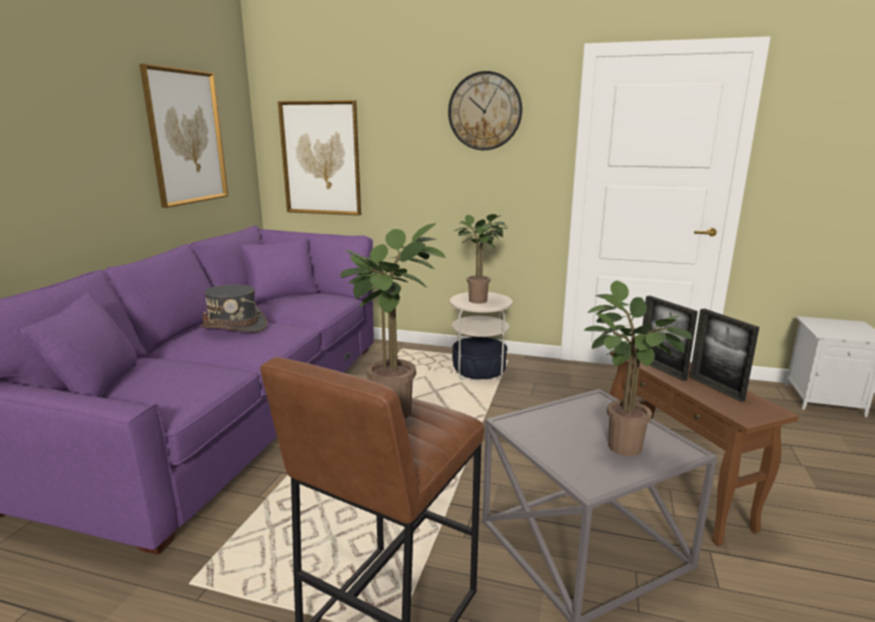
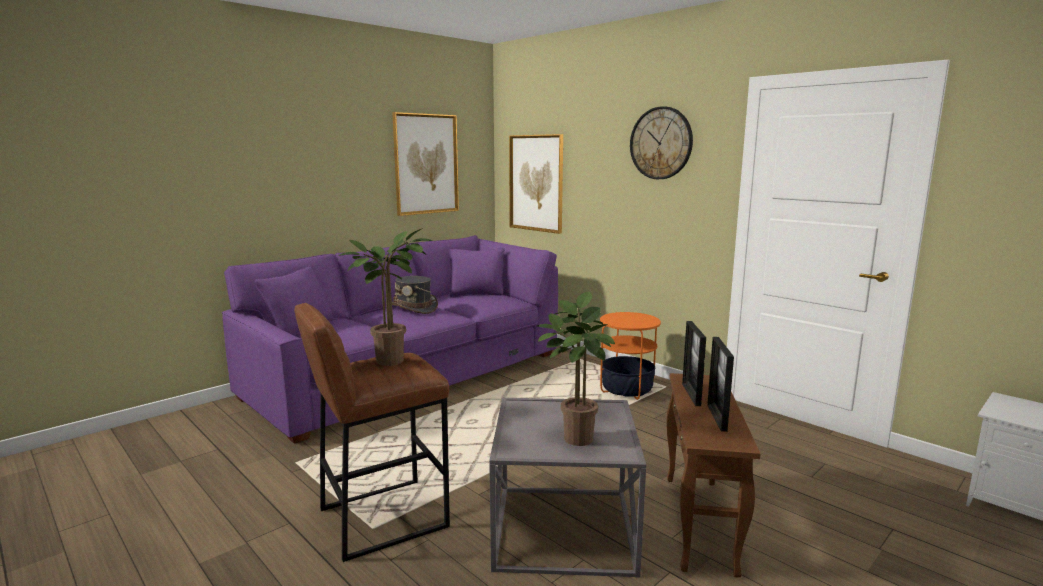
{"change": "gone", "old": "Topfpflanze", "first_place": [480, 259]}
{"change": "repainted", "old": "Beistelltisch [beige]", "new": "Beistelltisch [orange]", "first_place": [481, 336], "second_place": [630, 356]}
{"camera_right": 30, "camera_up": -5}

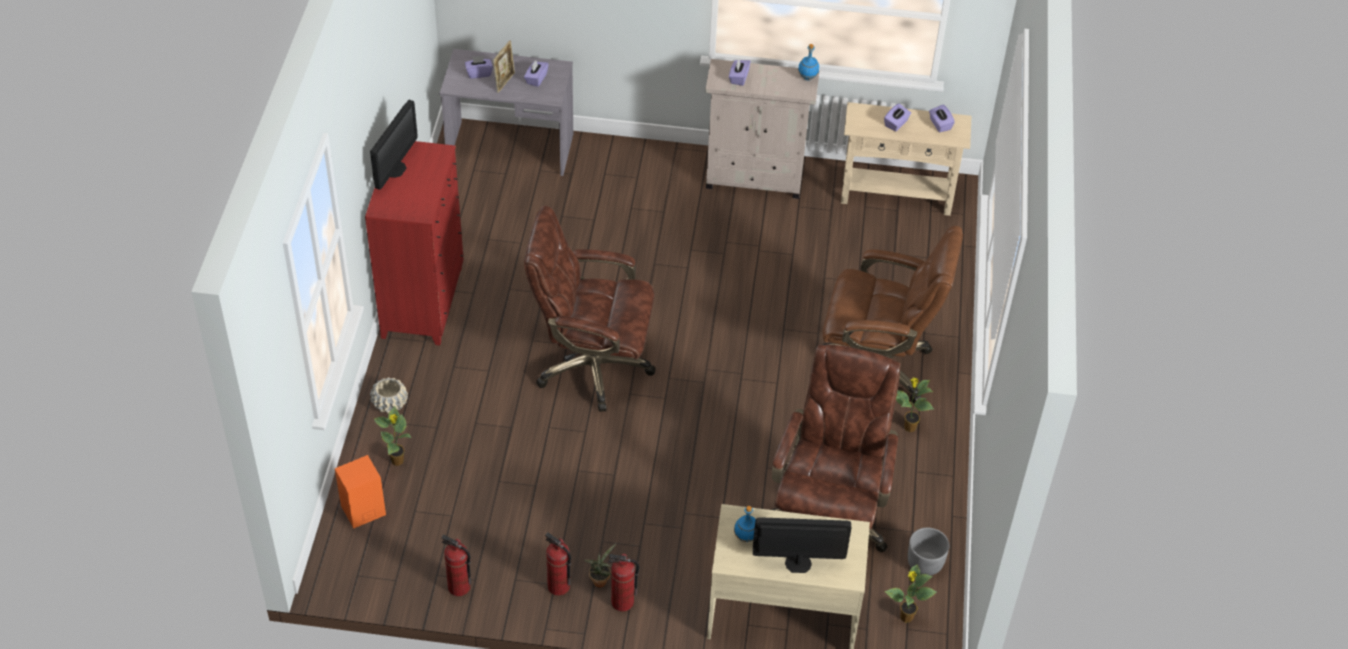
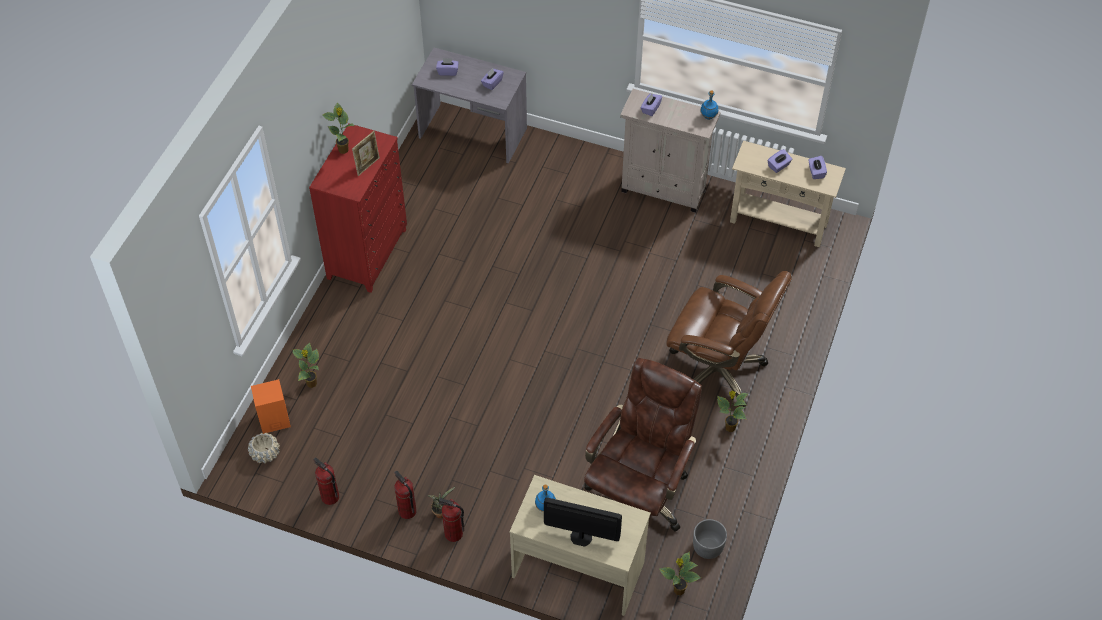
{"change": "shifted", "old": "Bilderrahmen", "first_place": [504, 66], "second_place": [366, 153]}
{"change": "swapped", "old": "Monitor", "new": "Topfpflanze", "first_place": [393, 145], "second_place": [338, 128]}
{"change": "gone", "old": "Bürostuhl [braun]", "first_place": [590, 309]}
{"change": "shifted", "old": "Pflanzkübel [beige]", "first_place": [389, 395], "second_place": [264, 448]}
{"camera_right": 15, "camera_up": 5}

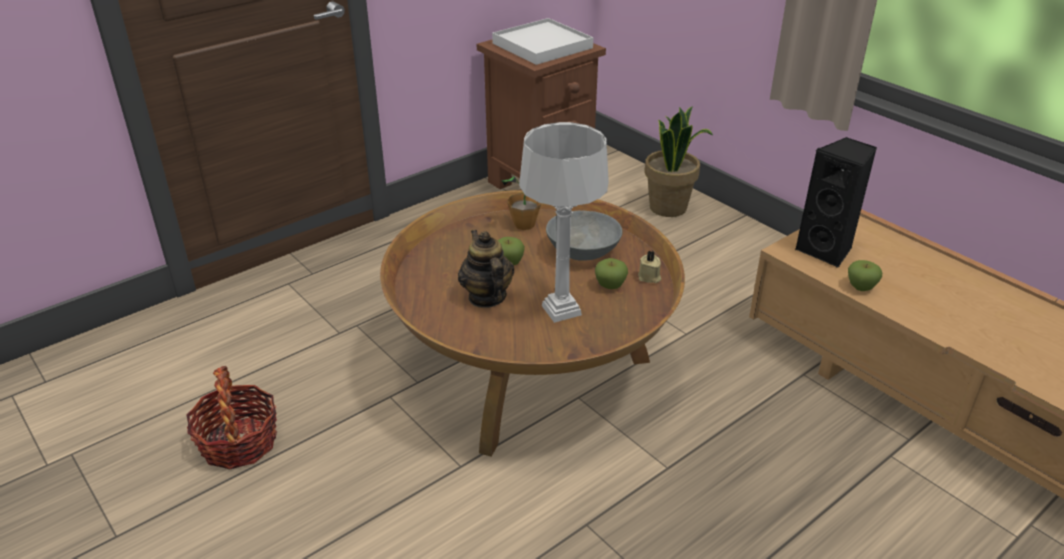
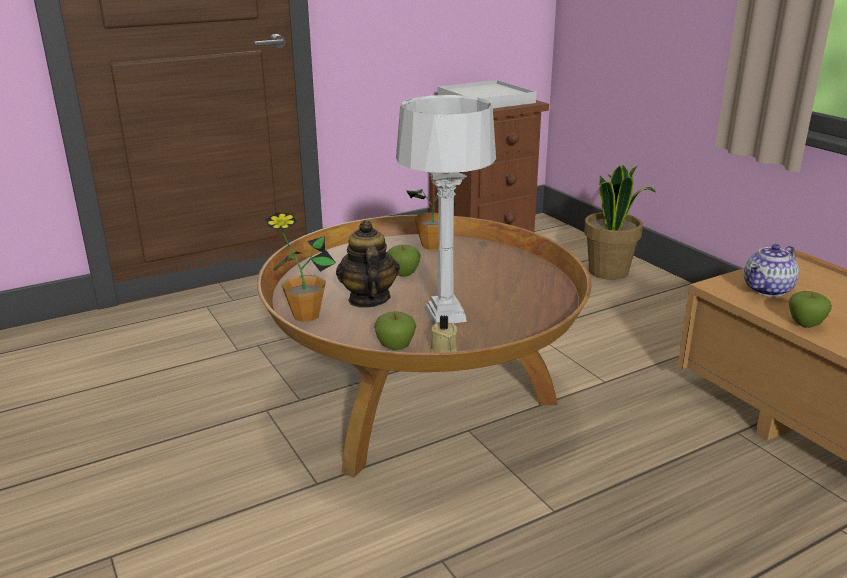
{"change": "swapped", "old": "Lautsprecher [schwarz]", "new": "Teekanne", "first_place": [836, 202], "second_place": [771, 270]}
{"change": "gone", "old": "Schüssel [grau]", "first_place": [584, 236]}
{"change": "shifted", "old": "Kerze [beige]", "first_place": [649, 267], "second_place": [444, 334]}
{"change": "shifted", "old": "Apfel", "first_place": [611, 273], "second_place": [395, 330]}
{"change": "gone", "old": "Korb", "first_place": [231, 418]}
{"change": "new", "new": "Topfpflanze", "second_place": [300, 267]}
{"camera_right": 10, "camera_up": -10}

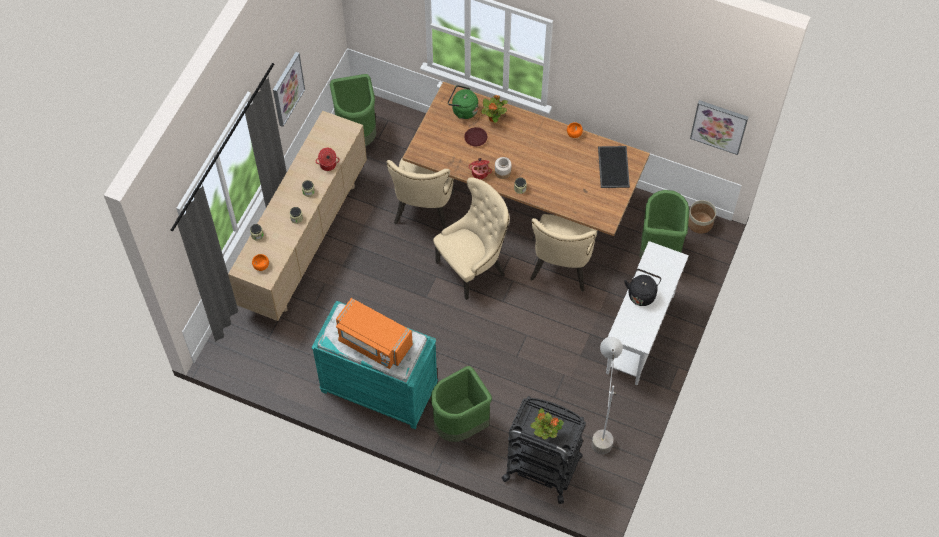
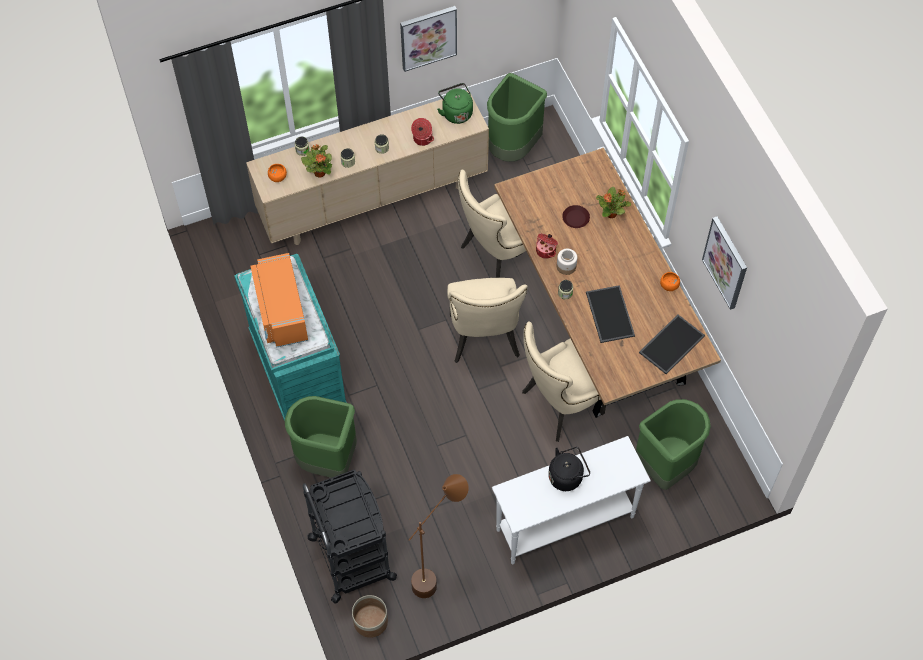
{"change": "shifted", "old": "Wasserkessel [grün]", "first_place": [463, 102], "second_place": [455, 103]}
{"change": "shifted", "old": "Bild", "first_place": [719, 127], "second_place": [724, 263]}
{"change": "rotated", "old": "Stuhl [beige]", "first_place": [471, 238], "second_place": [487, 320], "degrees": 75}
{"change": "shifted", "old": "Pflanzkübel", "first_place": [702, 217], "second_place": [370, 616]}
{"change": "repainted", "old": "Stehlampe [grau]", "new": "Stehlampe [braun]", "first_place": [607, 395], "second_place": [439, 536]}
{"change": "shifted", "old": "Topfpflanze", "first_place": [547, 424], "second_place": [316, 161]}
{"change": "new", "new": "Tablett", "second_place": [610, 314]}
{"camera_right": 45, "camera_up": 0}

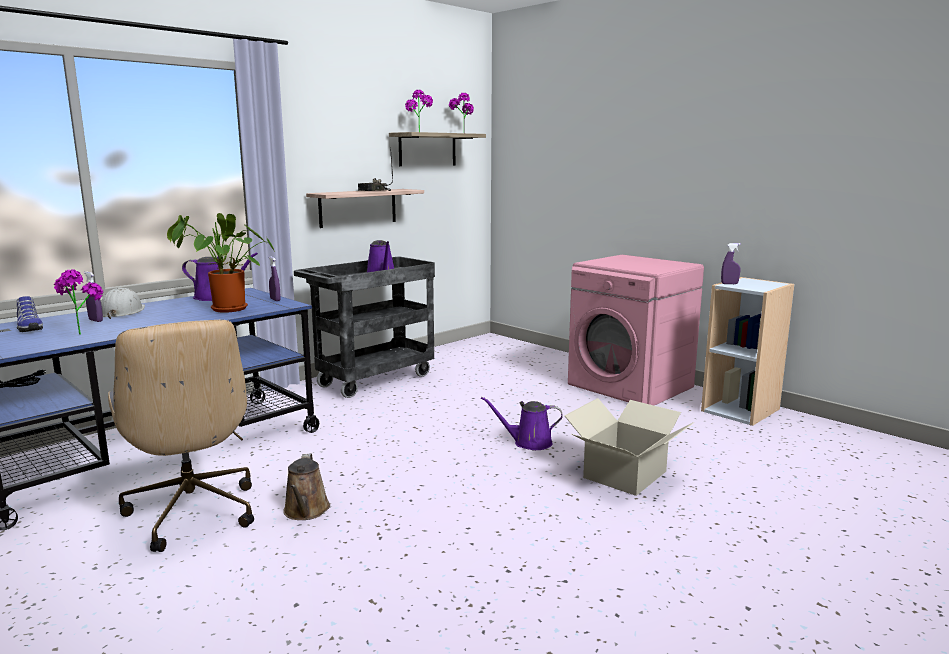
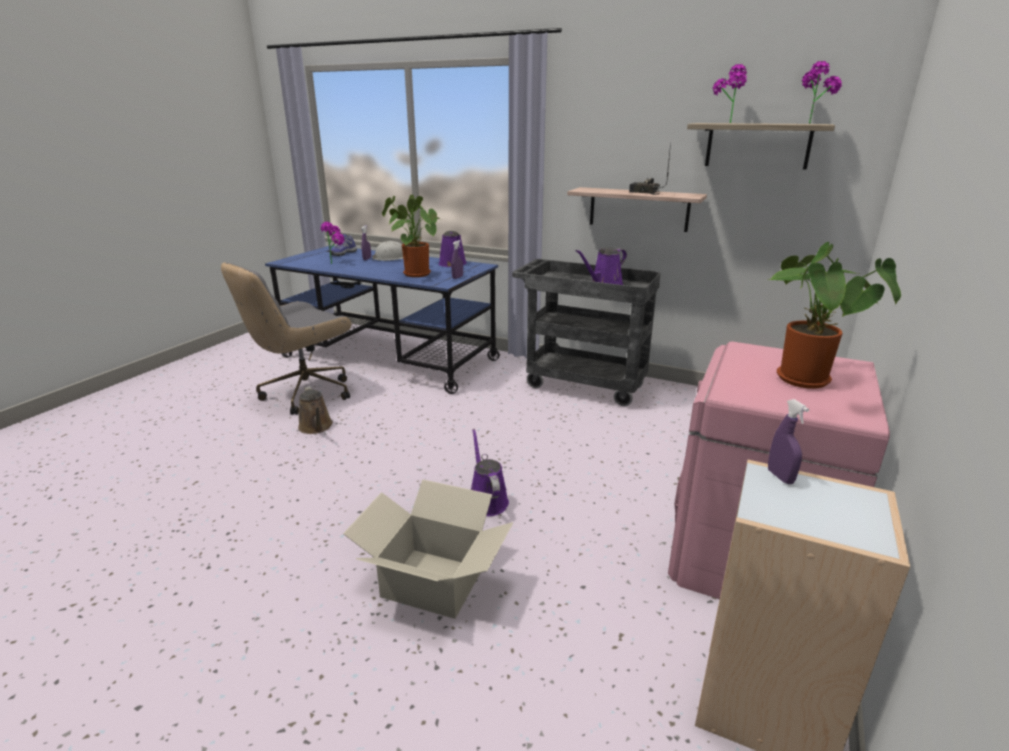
{"change": "rotated", "old": "Gießkanne [braun]", "first_place": [306, 486], "second_place": [315, 410], "degrees": -90}
{"change": "new", "new": "Topfpflanze", "second_place": [834, 315]}
{"camera_right": 70, "camera_up": 10}

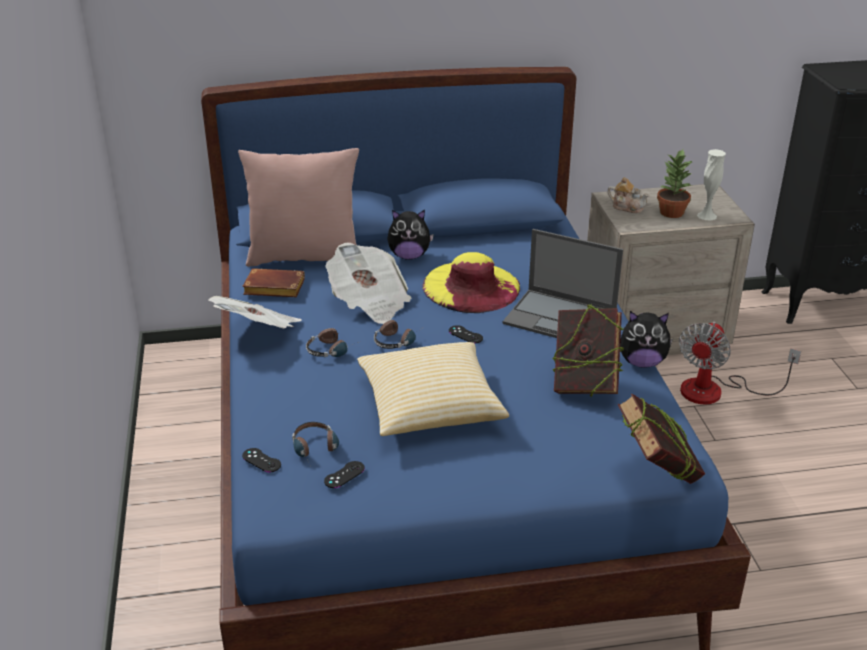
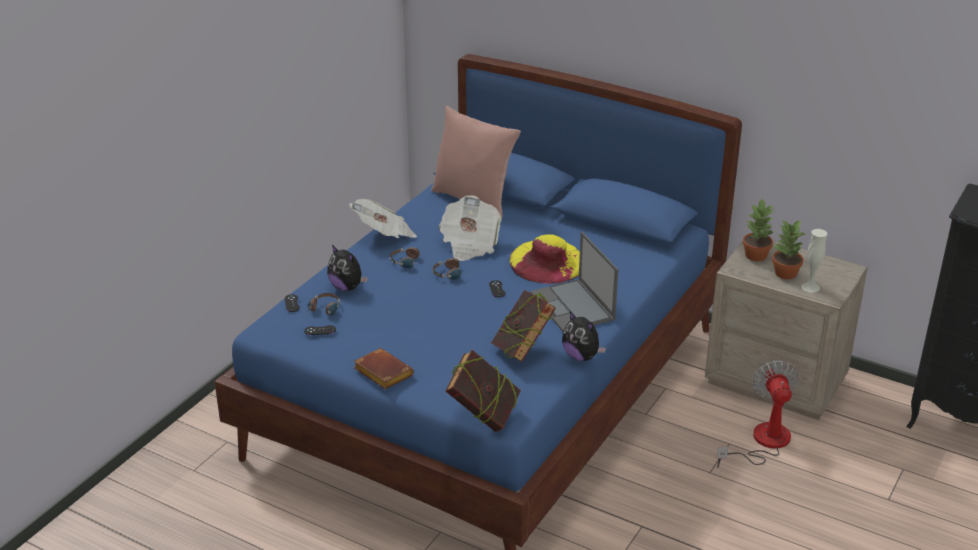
{"change": "swapped", "old": "Teekanne", "new": "Topfpflanze", "first_place": [628, 195], "second_place": [759, 230]}
{"change": "shifted", "old": "Plüschtier", "first_place": [410, 235], "second_place": [347, 268]}
{"change": "shifted", "old": "Buch [braun]", "first_place": [273, 282], "second_place": [384, 368]}
{"change": "rotated", "old": "Ventilator", "first_place": [740, 362], "second_place": [758, 414], "degrees": 105}
{"change": "gone", "old": "Kissen", "first_place": [433, 389]}
{"camera_right": 40, "camera_up": 0}

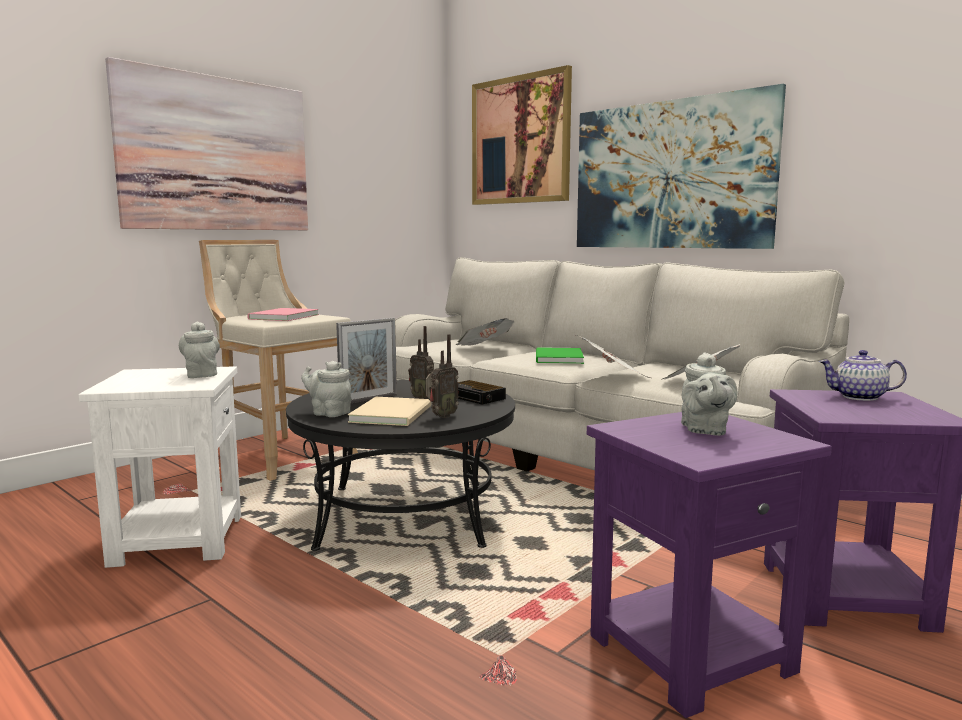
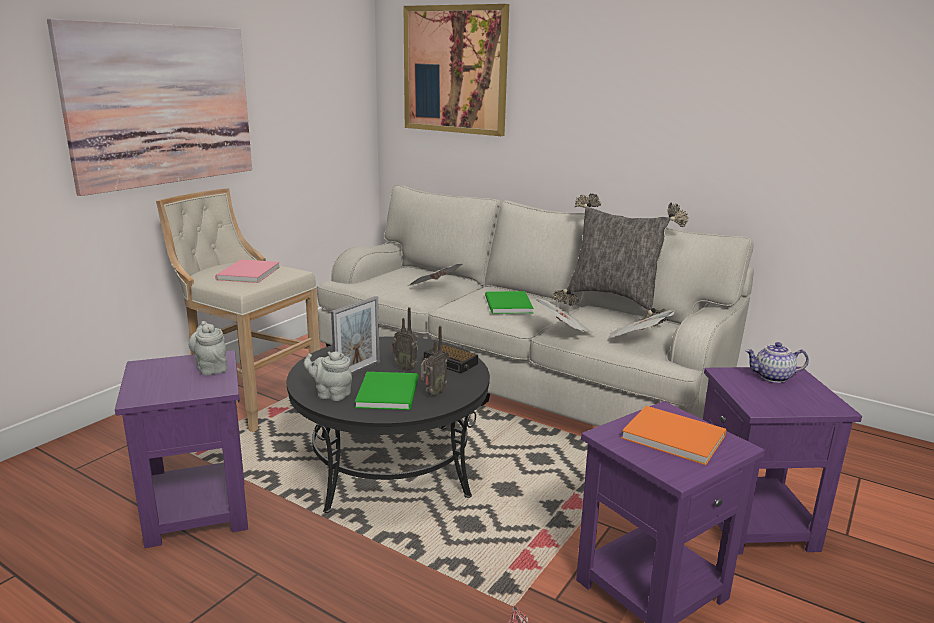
{"change": "gone", "old": "Bild", "first_place": [681, 166]}
{"change": "swapped", "old": "Teekanne [grau]", "new": "Buch [orange]", "first_place": [709, 394], "second_place": [674, 435]}
{"change": "repainted", "old": "Beistelltisch [weiß]", "new": "Beistelltisch [lila]", "first_place": [160, 467], "second_place": [181, 449]}
{"change": "repainted", "old": "Buch [beige]", "new": "Buch [grün]", "first_place": [389, 411], "second_place": [386, 391]}
{"change": "new", "new": "Kissen", "second_place": [620, 260]}
{"camera_right": -10, "camera_up": 10}

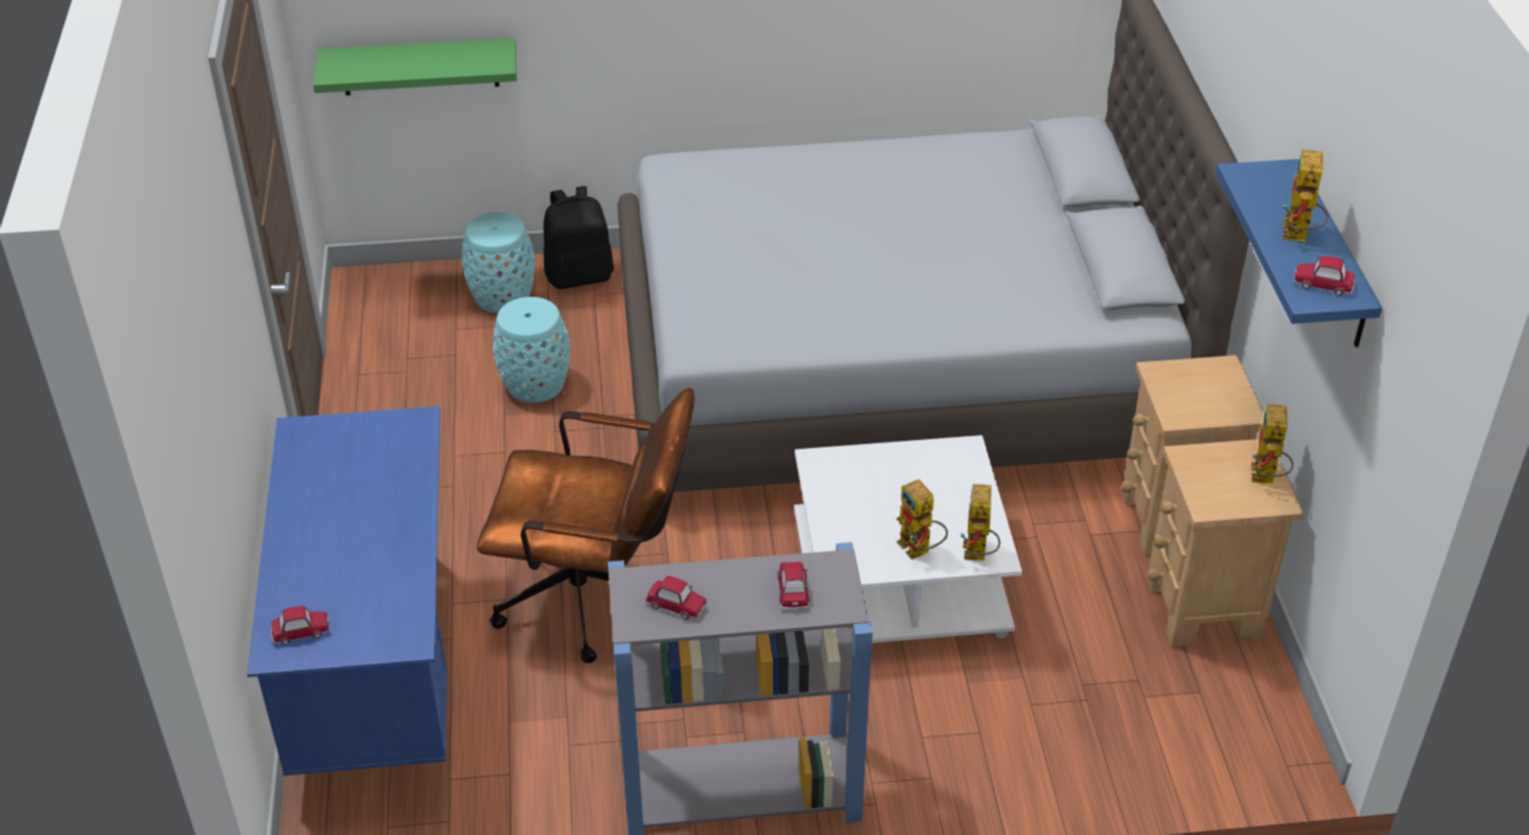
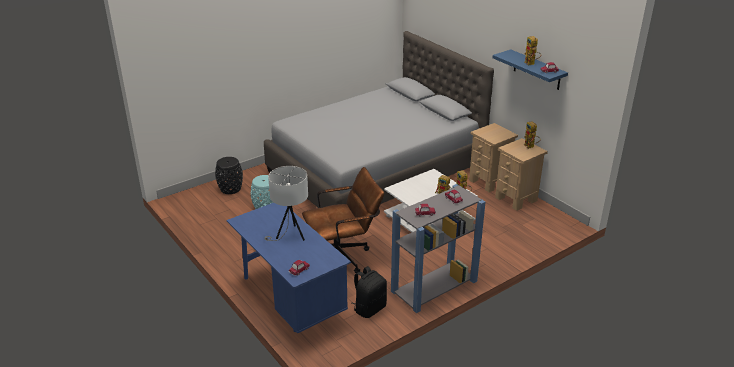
{"change": "gone", "old": "Wandregal [grün]", "first_place": [415, 67]}
{"change": "shifted", "old": "Rucksack [schwarz]", "first_place": [578, 237], "second_place": [369, 292]}
{"change": "repainted", "old": "Hocker [türkis]", "new": "Hocker [schwarz]", "first_place": [498, 262], "second_place": [229, 175]}
{"change": "new", "new": "Tischlampe [weiß]", "second_place": [286, 203]}
{"camera_right": -30, "camera_up": -10}

